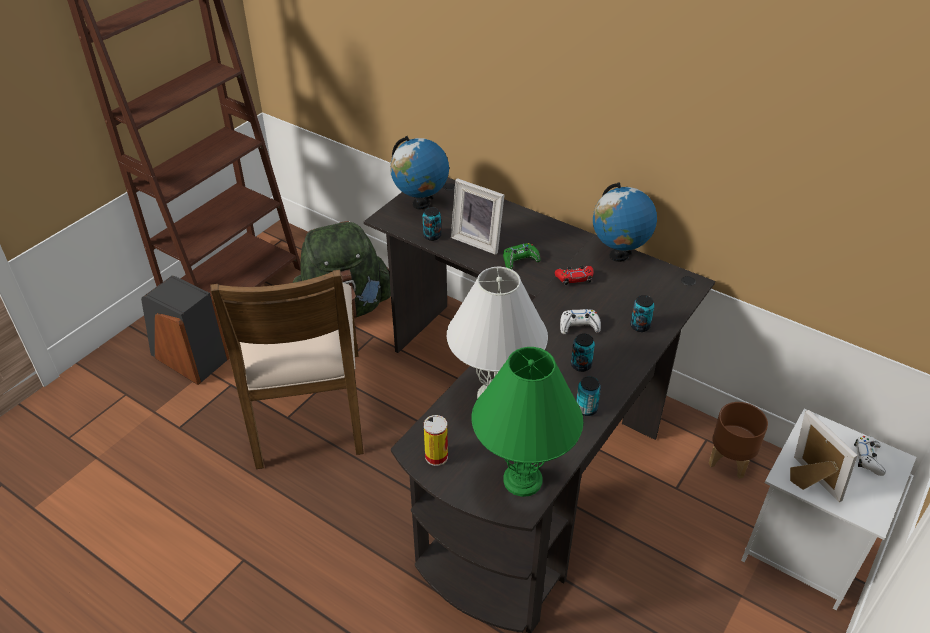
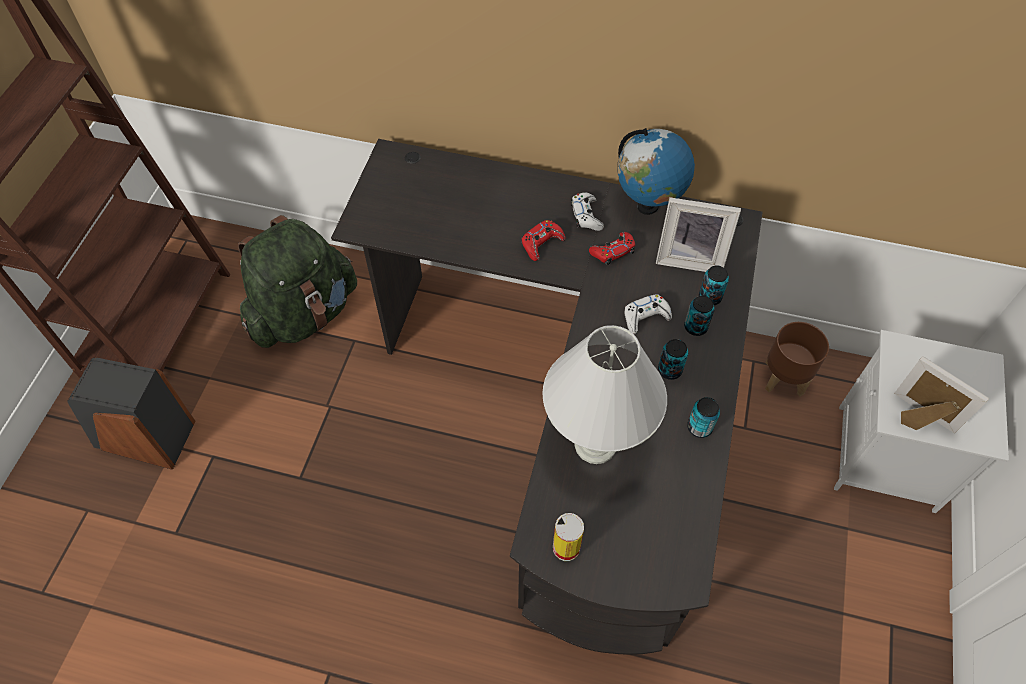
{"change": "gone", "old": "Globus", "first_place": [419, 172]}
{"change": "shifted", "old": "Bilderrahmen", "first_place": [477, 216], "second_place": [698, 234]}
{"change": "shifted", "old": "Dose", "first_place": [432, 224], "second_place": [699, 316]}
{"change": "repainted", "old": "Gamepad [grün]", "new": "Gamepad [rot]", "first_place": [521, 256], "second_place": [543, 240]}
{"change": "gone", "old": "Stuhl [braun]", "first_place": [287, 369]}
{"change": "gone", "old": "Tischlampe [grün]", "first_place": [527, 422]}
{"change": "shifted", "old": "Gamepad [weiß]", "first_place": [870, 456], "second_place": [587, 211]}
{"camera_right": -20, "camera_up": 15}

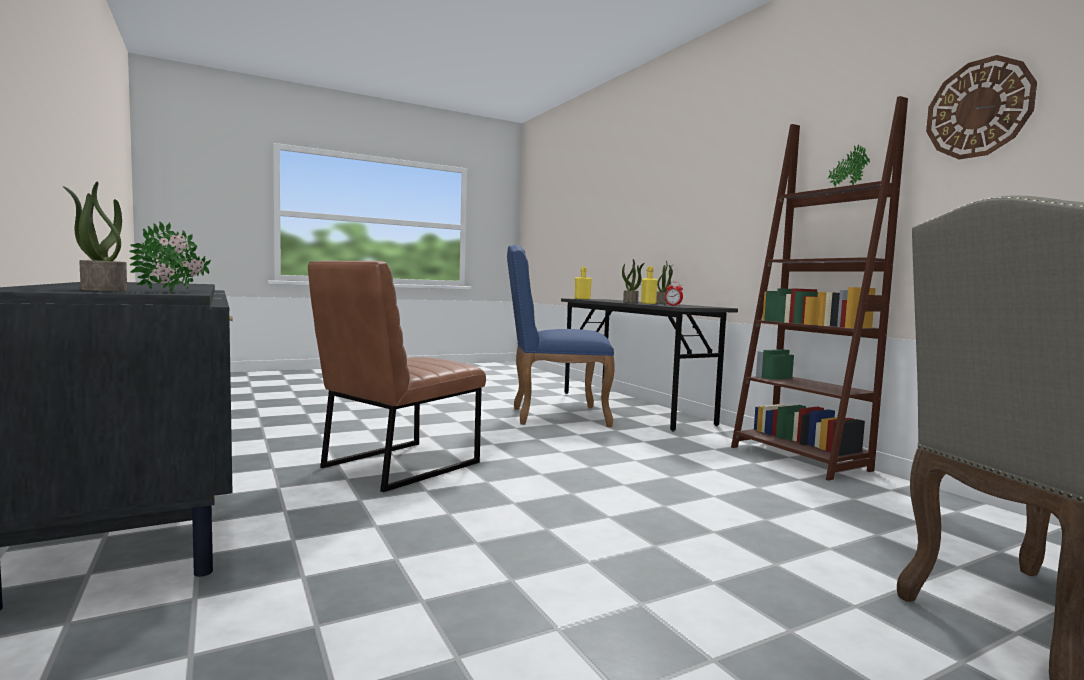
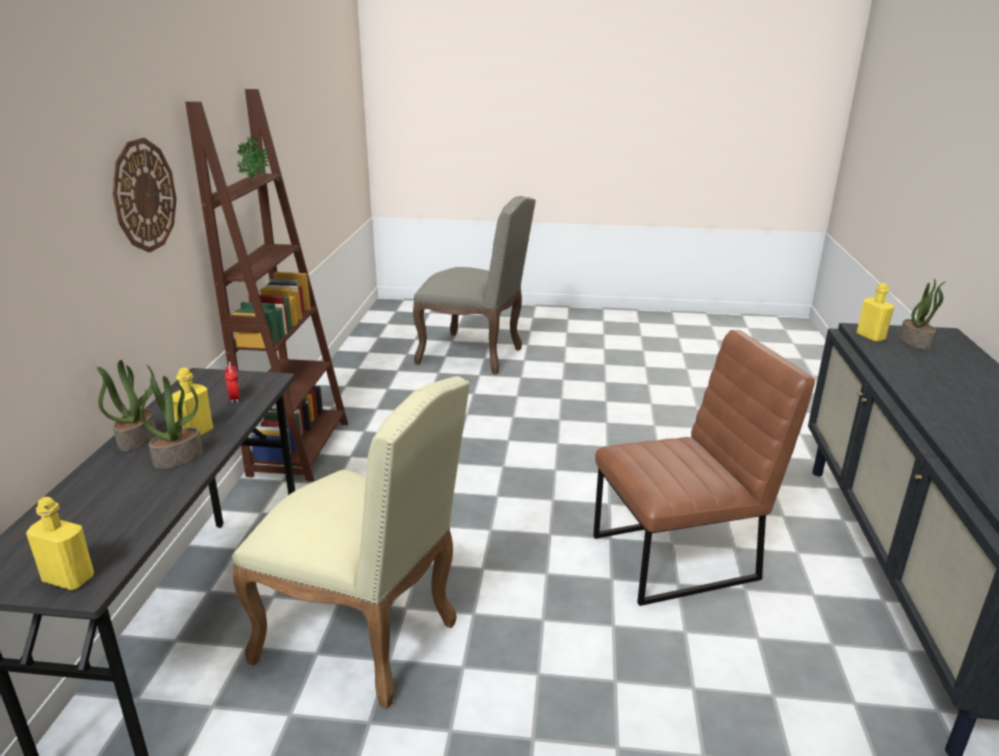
{"change": "shifted", "old": "Wanduhr", "first_place": [981, 107], "second_place": [144, 195]}
{"change": "swapped", "old": "Topfpflanze", "new": "Flasche [gelb]", "first_place": [170, 256], "second_place": [875, 312]}
{"change": "repainted", "old": "Stuhl [blau]", "new": "Stuhl [beige]", "first_place": [561, 336], "second_place": [351, 542]}
{"camera_right": -145, "camera_up": 20}

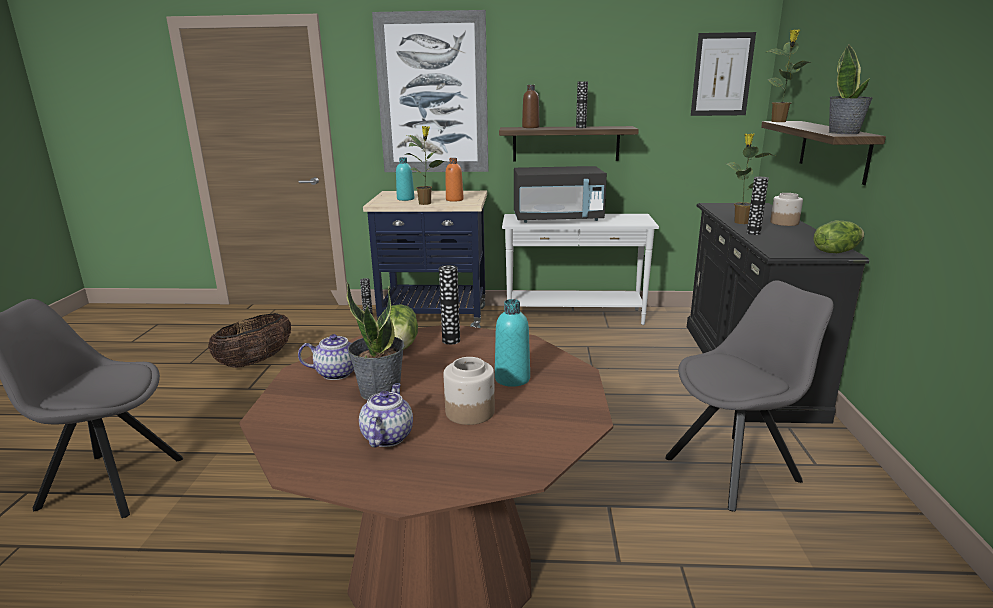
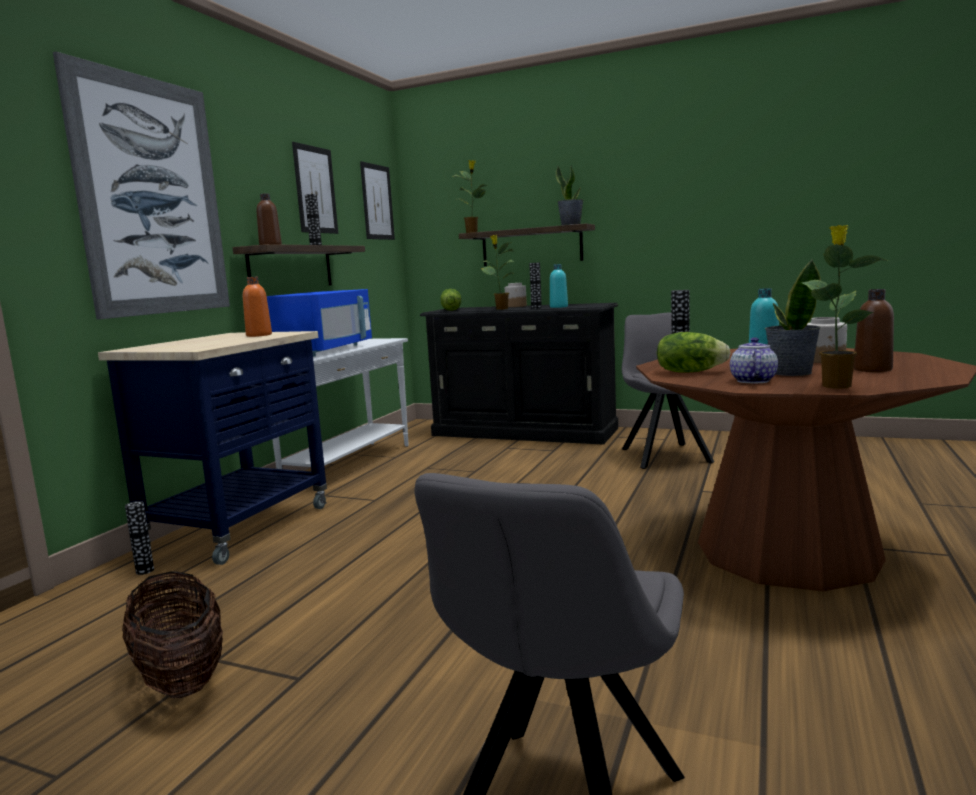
{"change": "shifted", "old": "Topfpflanze", "first_place": [425, 165], "second_place": [845, 307]}
{"change": "shifted", "old": "Flasche [türkis]", "first_place": [405, 179], "second_place": [559, 286]}
{"change": "repainted", "old": "Mikrowelle [schwarz]", "new": "Mikrowelle [blau]", "first_place": [560, 194], "second_place": [319, 323]}
{"change": "shifted", "old": "Salatkopf", "first_place": [838, 237], "second_place": [450, 300]}
{"change": "swapped", "old": "Teekanne", "new": "Flasche [braun]", "first_place": [386, 415], "second_place": [874, 330]}
{"change": "new", "new": "Bild", "second_place": [315, 188]}
{"camera_right": -70, "camera_up": -10}

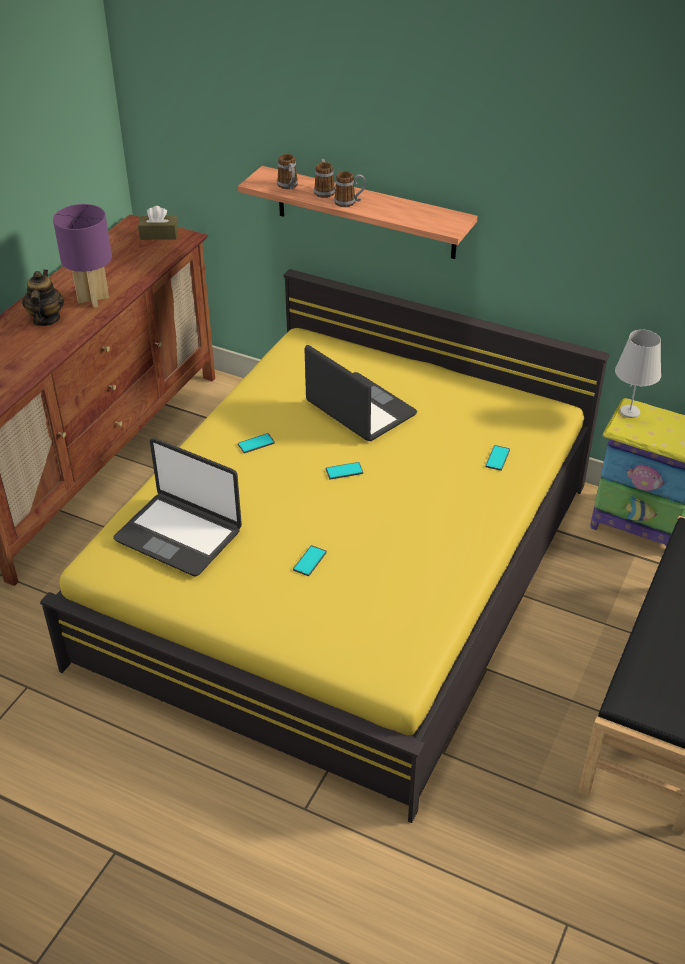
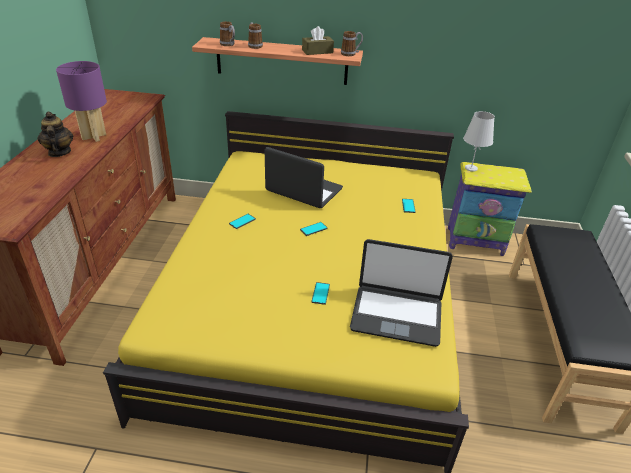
{"change": "shifted", "old": "Henkelbecher", "first_place": [350, 189], "second_place": [352, 43]}
{"change": "shifted", "old": "Taschentuchbox [braun]", "first_place": [158, 223], "second_place": [318, 40]}
{"change": "shifted", "old": "Laptop", "first_place": [177, 507], "second_place": [401, 293]}
{"camera_right": -20, "camera_up": -5}

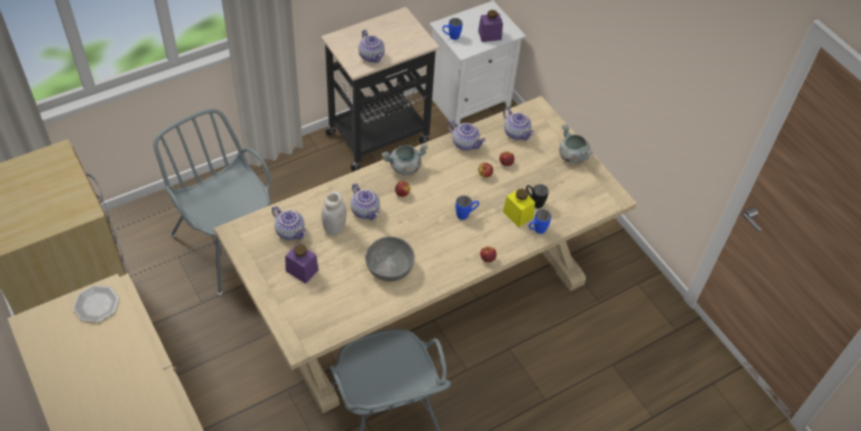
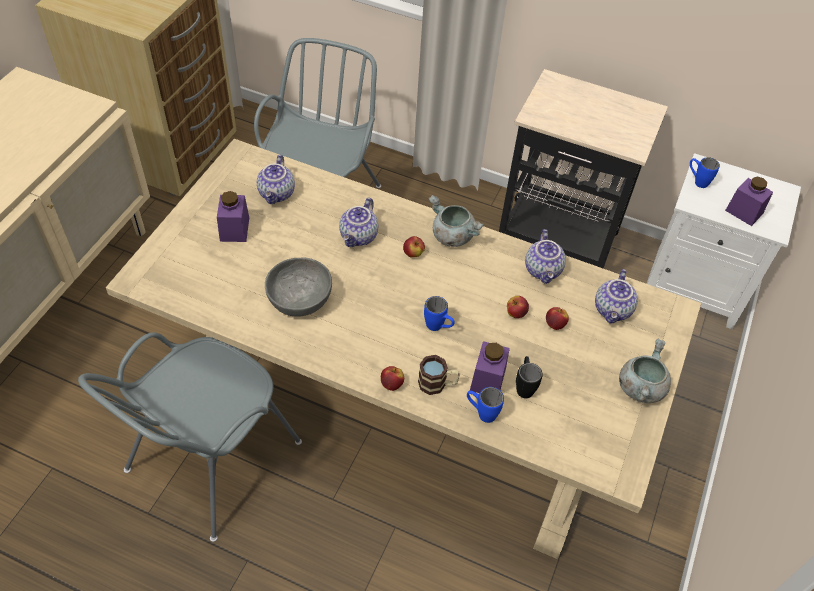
{"change": "gone", "old": "Teekanne", "first_place": [371, 46]}
{"change": "repainted", "old": "Vorratsglas [gelb]", "new": "Vorratsglas [lila]", "first_place": [519, 207], "second_place": [490, 367]}
{"change": "gone", "old": "Vorratsglas [weiß]", "first_place": [333, 213]}
{"change": "gone", "old": "Teller", "first_place": [96, 303]}
{"change": "new", "new": "Henkelbecher", "second_place": [439, 375]}
{"camera_right": 55, "camera_up": 0}

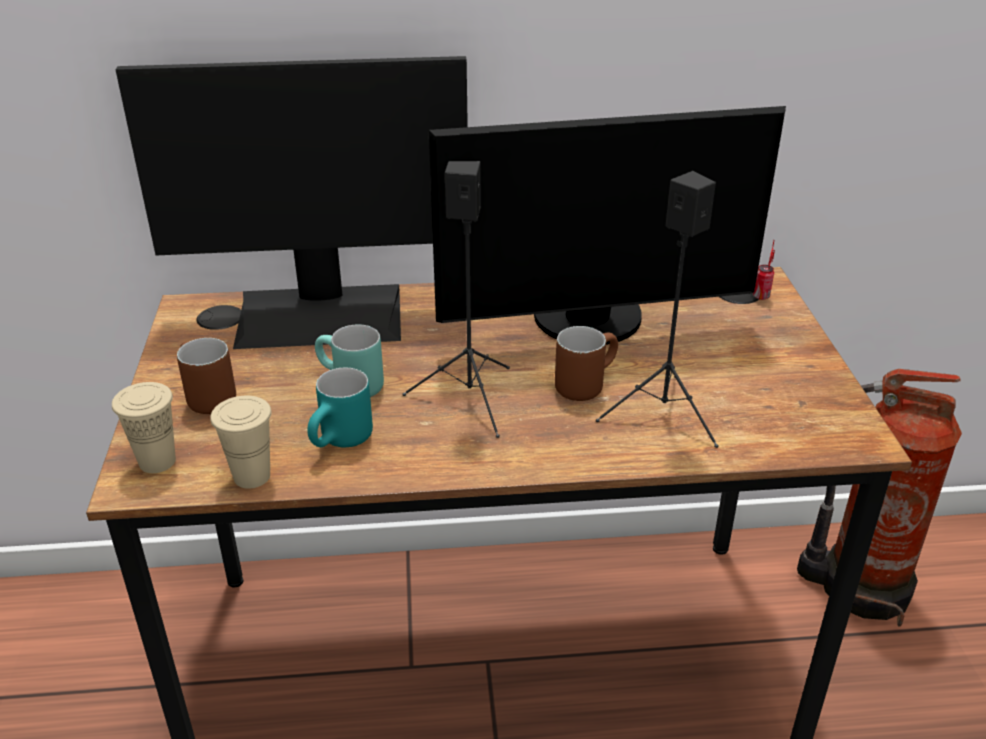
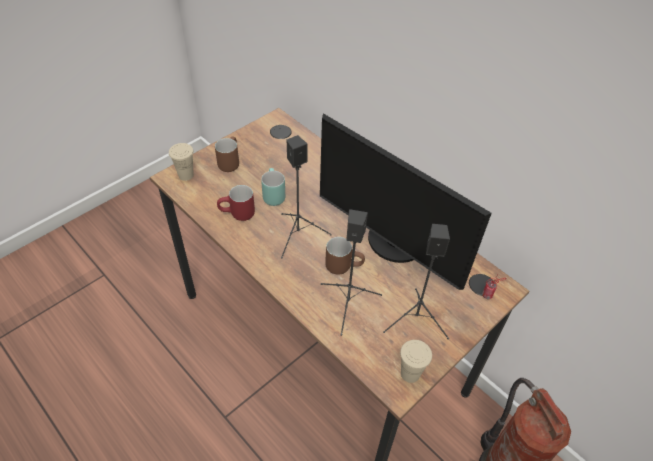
{"change": "gone", "old": "Monitor", "first_place": [292, 202]}
{"change": "repainted", "old": "Henkelbecher [türkis]", "new": "Henkelbecher [rot]", "first_place": [340, 408], "second_place": [236, 203]}
{"change": "shifted", "old": "Tasse [beige]", "first_place": [241, 442], "second_place": [416, 361]}
{"change": "new", "new": "Lautsprecher [schwarz]", "second_place": [416, 281]}
{"camera_right": 50, "camera_up": 15}

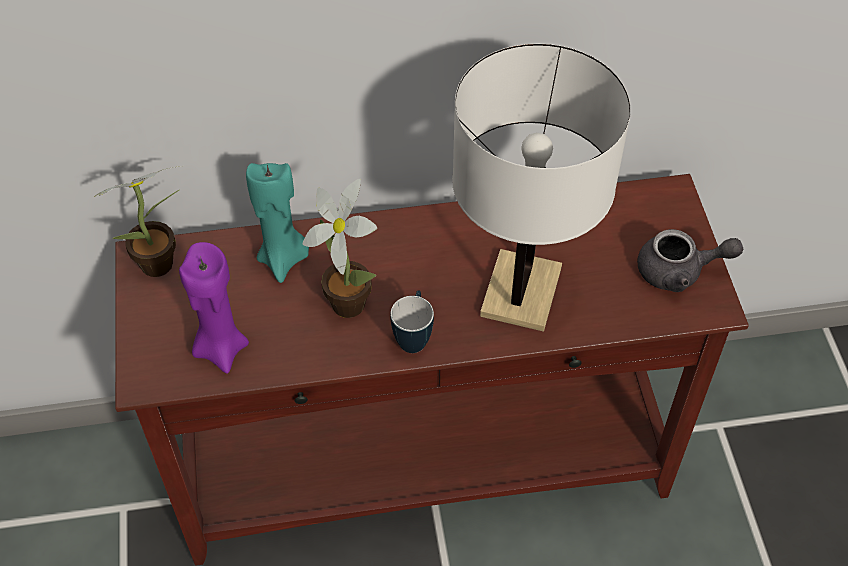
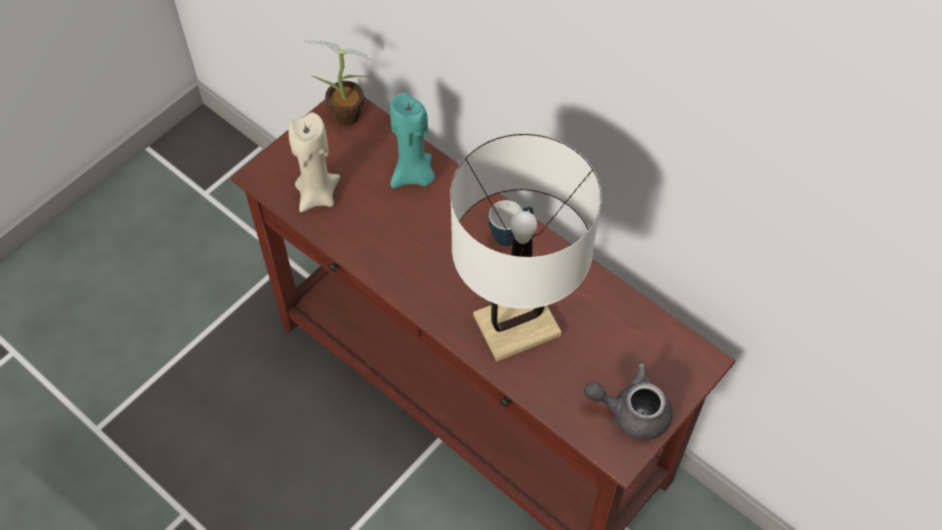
{"change": "gone", "old": "Topfpflanze", "first_place": [340, 248]}
{"change": "rotated", "old": "Teekanne [grau]", "first_place": [690, 260], "second_place": [628, 401], "degrees": 135}
{"change": "repainted", "old": "Kerze [lila]", "new": "Kerze [beige]", "first_place": [214, 308], "second_place": [314, 162]}
{"change": "shifted", "old": "Henkelbecher", "first_place": [412, 321], "second_place": [511, 223]}
{"camera_right": 50, "camera_up": 5}

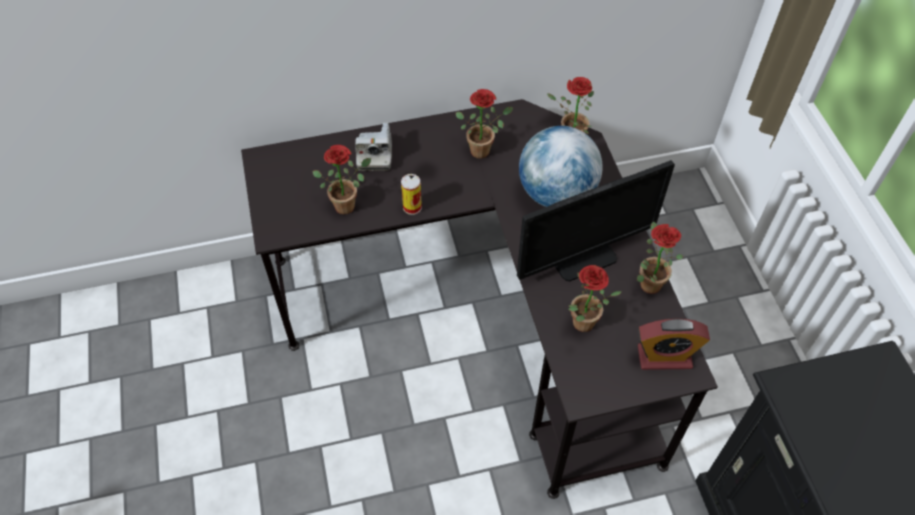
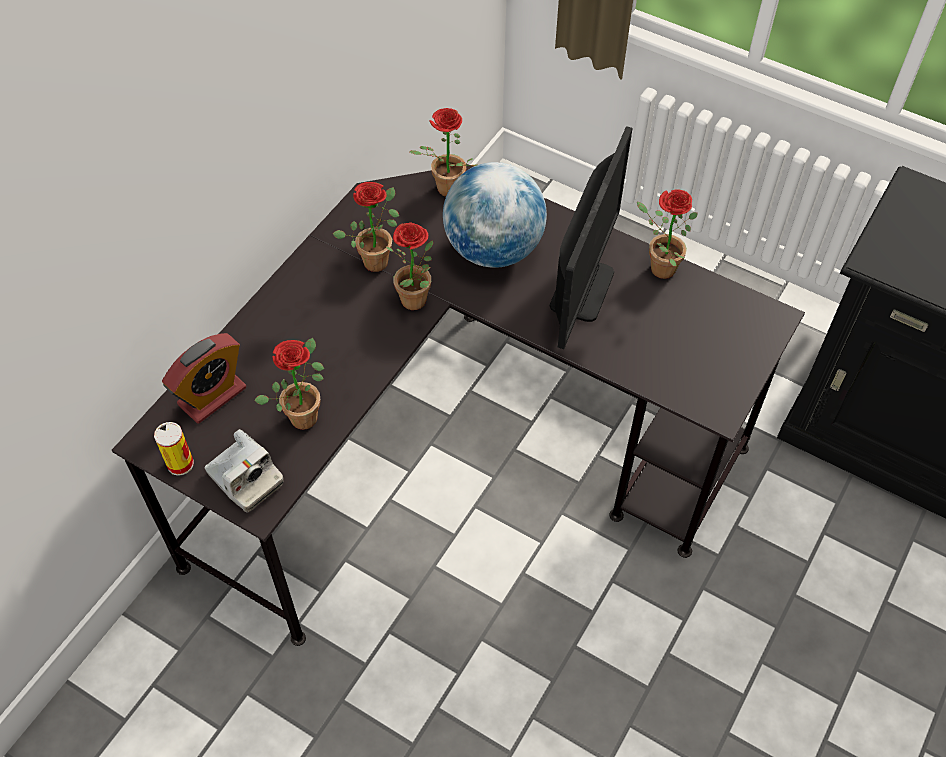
{"change": "shifted", "old": "Kamera", "first_place": [373, 147], "second_place": [244, 470]}
{"change": "shifted", "old": "Dose", "first_place": [411, 194], "second_place": [174, 449]}
{"change": "shifted", "old": "Topfpflanze", "first_place": [595, 298], "second_place": [409, 266]}
{"change": "shifted", "old": "Wecker", "first_place": [674, 344], "second_place": [204, 378]}
{"camera_right": -45, "camera_up": 0}

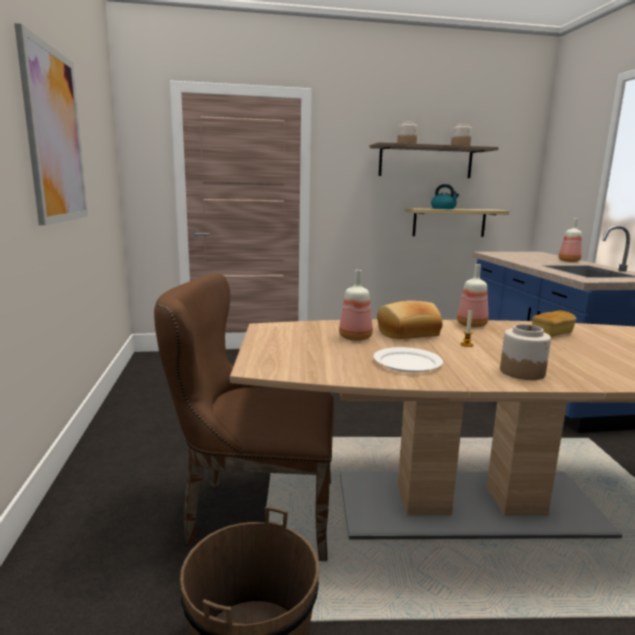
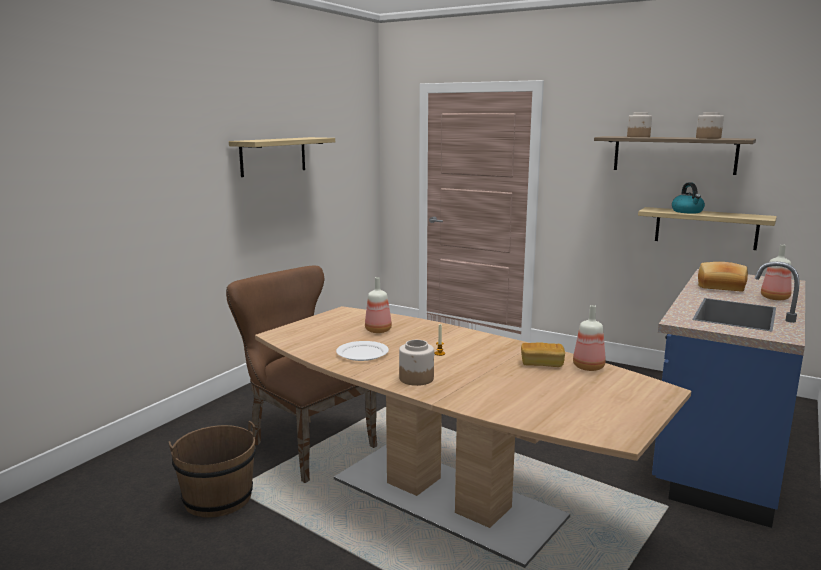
{"change": "swapped", "old": "Bild", "new": "Wandregal", "first_place": [51, 124], "second_place": [282, 157]}
{"change": "shifted", "old": "Flasche", "first_place": [473, 295], "second_place": [589, 338]}
{"change": "shifted", "old": "Brot", "first_place": [410, 319], "second_place": [723, 277]}
{"camera_right": 40, "camera_up": 0}

